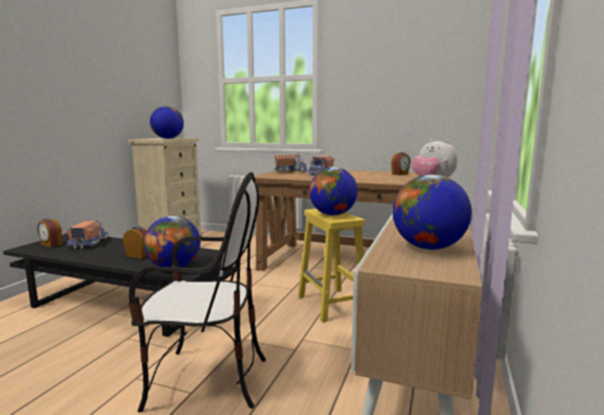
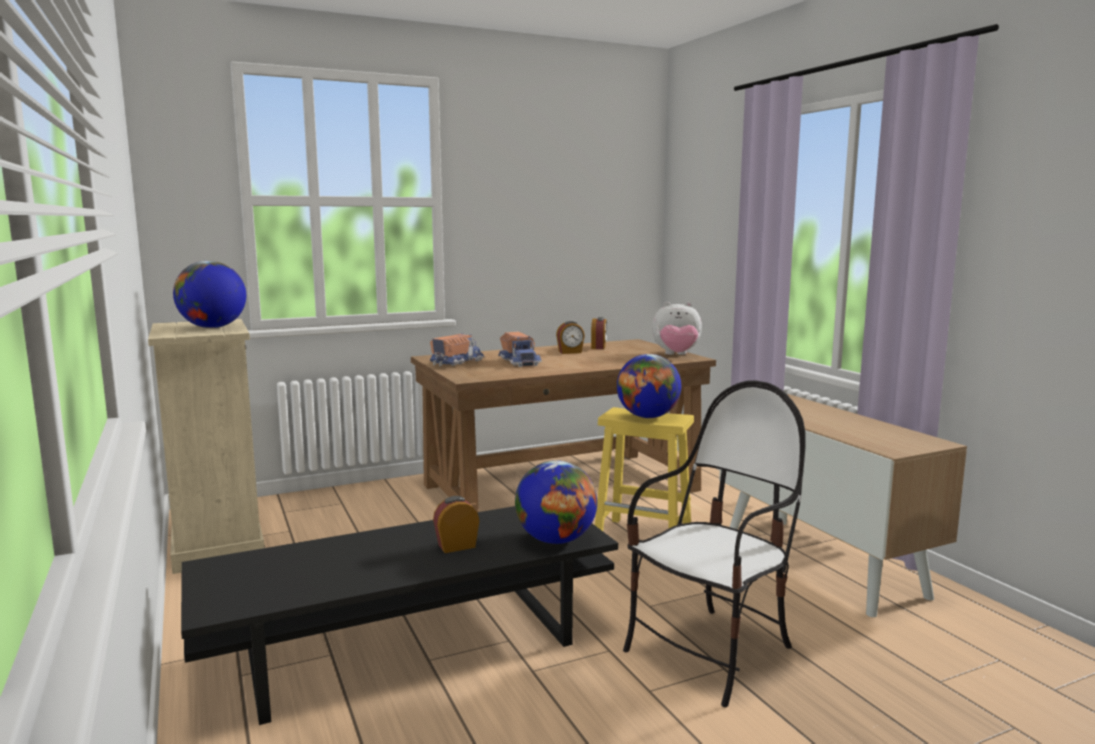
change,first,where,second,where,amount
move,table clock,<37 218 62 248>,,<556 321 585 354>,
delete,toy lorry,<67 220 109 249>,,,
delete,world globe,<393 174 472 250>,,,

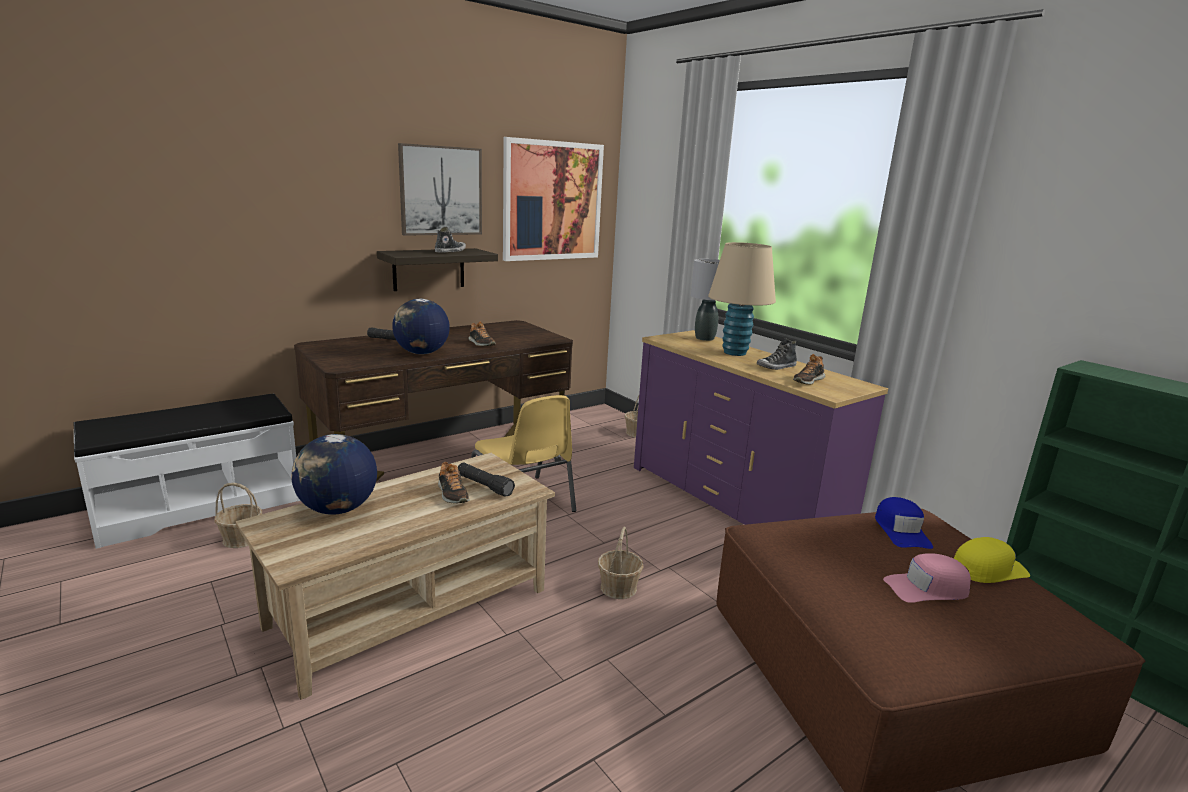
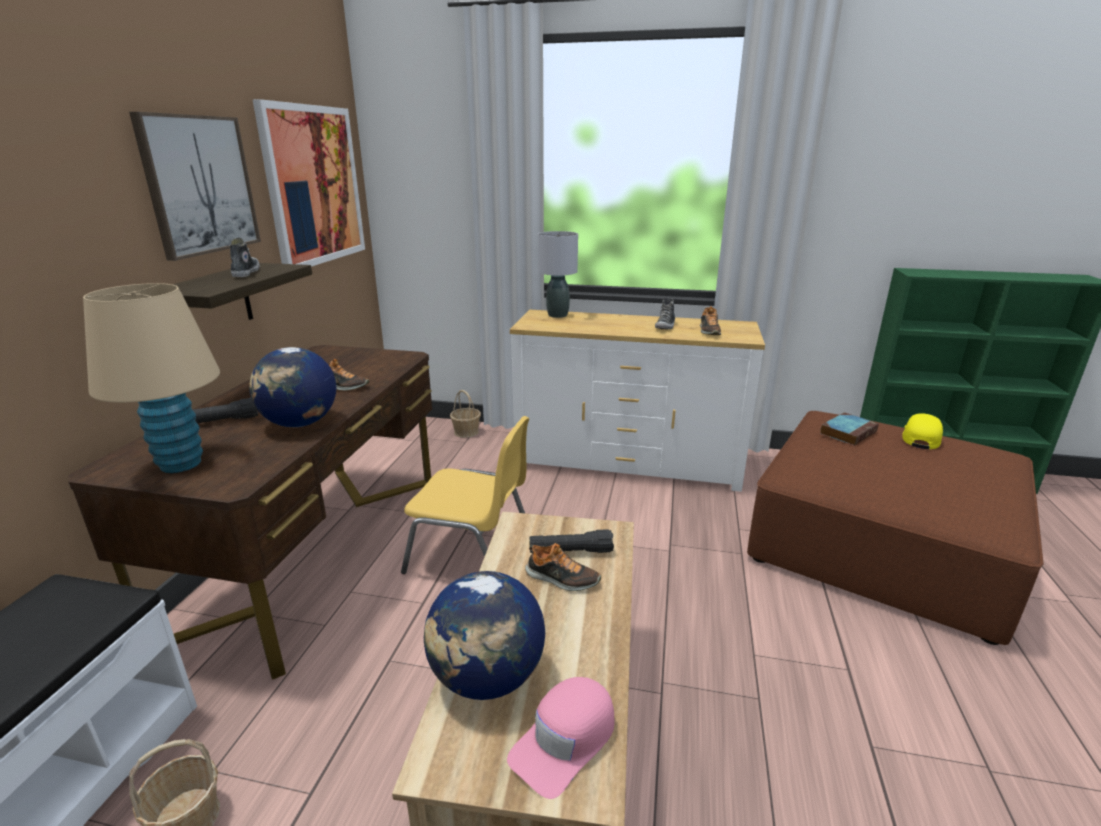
change,first,where,second,where,amount
delete,basket,<598 526 643 599>,,,
recolor,chest of drawers (purple-coloured),<634 330 888 525>,chest of drawers (white-coloured),<510 310 765 492>,
move,lamp for a table (beige),<708 242 776 356>,,<83 283 220 473>,
replace,baseball cap (blue),<875 497 933 549>,bound book,<820 412 879 446>,
move,baseball cap (pinkish),<883 553 971 603>,,<507 677 615 799>,

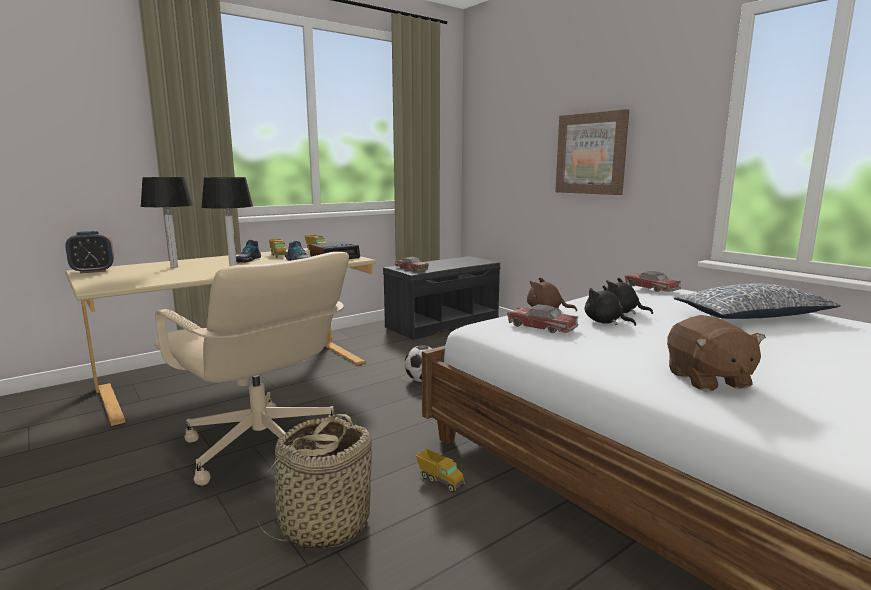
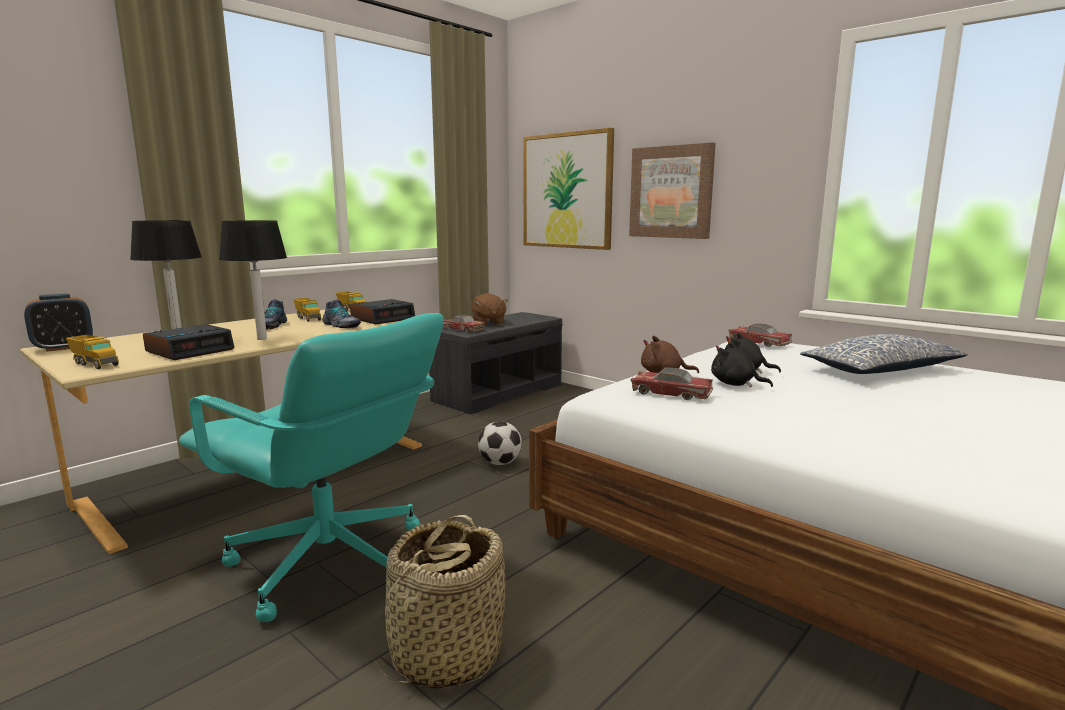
change,first,where,second,where,amount
recolor,office chair (beige),<154 252 349 485>,office chair (blue-green),<179 313 444 622>,
move,toy lorry,<416 449 465 493>,,<66 335 119 369>,
move,plush toy (brown),<667 315 766 391>,,<472 293 508 326>,
insert,,,table clock,<143 324 235 360>,
insert,,,wall picture,<523 128 614 250>,

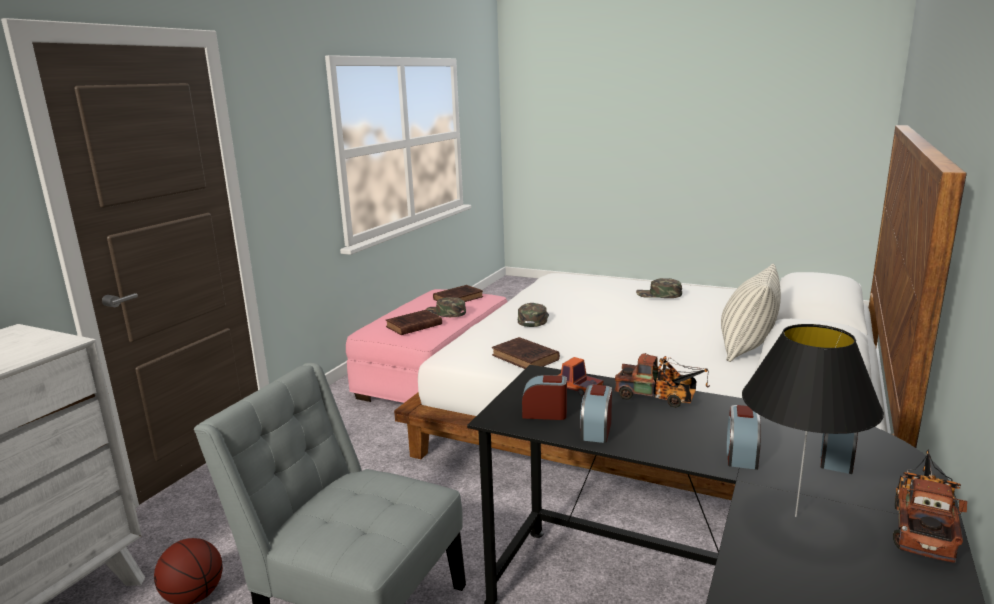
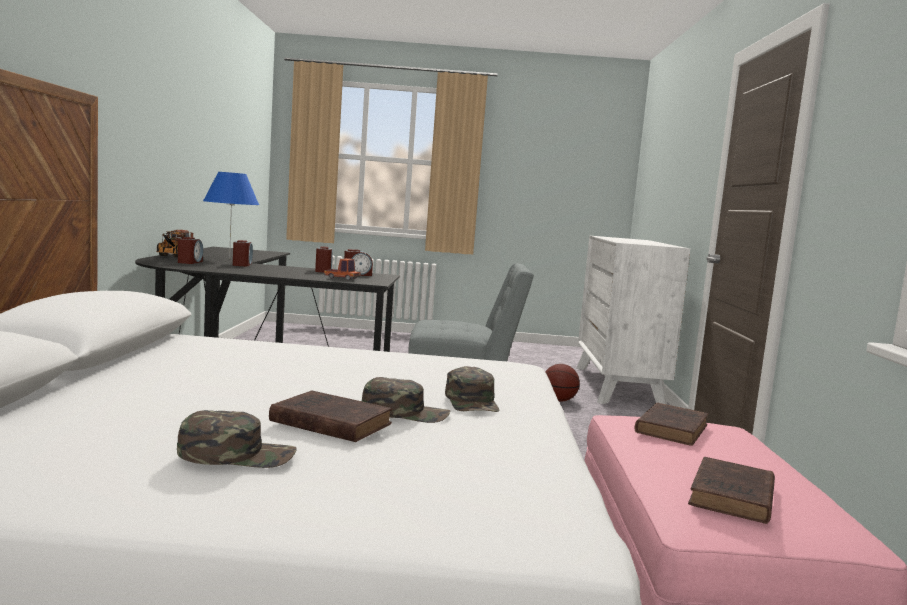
change,first,where,second,where,amount
move,baseball cap (green-coloured),<426 297 466 317>,,<361 377 450 423>,
move,bound book (brown),<492 337 560 369>,,<269 391 392 442>,
delete,toy lorry,<615 353 710 408>,,,
delete,pillow,<721 264 781 362>,,,
recolor,lamp for a table (black-coloured),<742 324 884 517>,lamp for a table (blue),<203 172 259 259>,

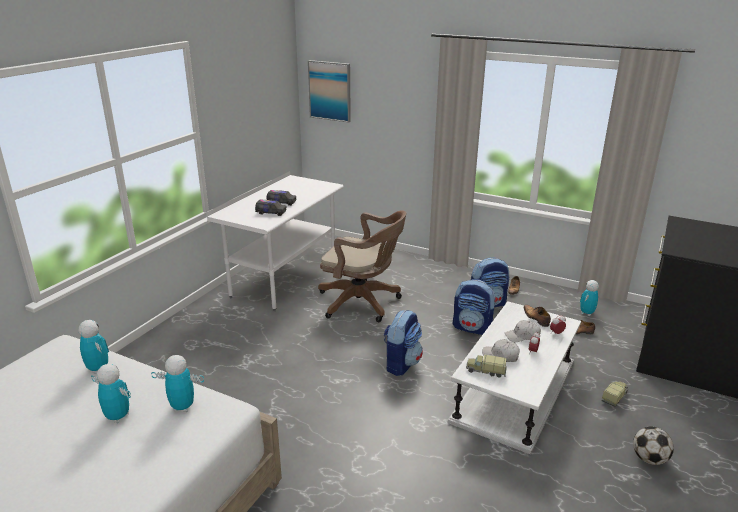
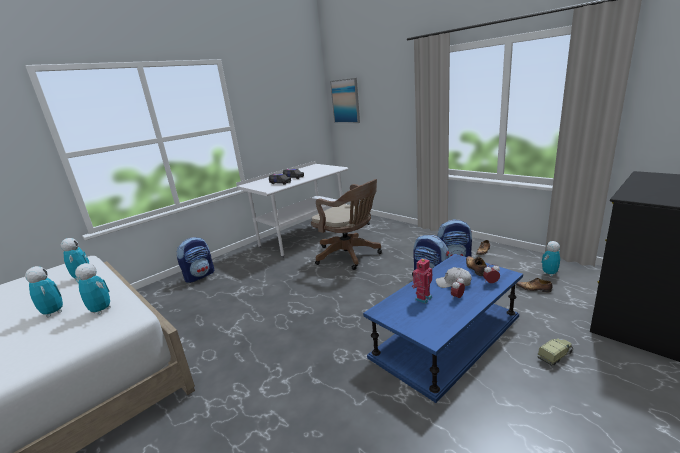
change,first,where,second,where,amount
move,backpack,<383 310 423 376>,,<176 237 214 283>,
recolor,low table (white-coloured),<448 301 581 455>,low table (blue),<363 254 523 403>,
delete,toy lorry,<466 354 507 378>,,,
replace,baseball cap (white-coloured),<482 339 520 362>,robot figure,<412 259 433 304>,
delete,football ball,<633 427 674 465>,,,

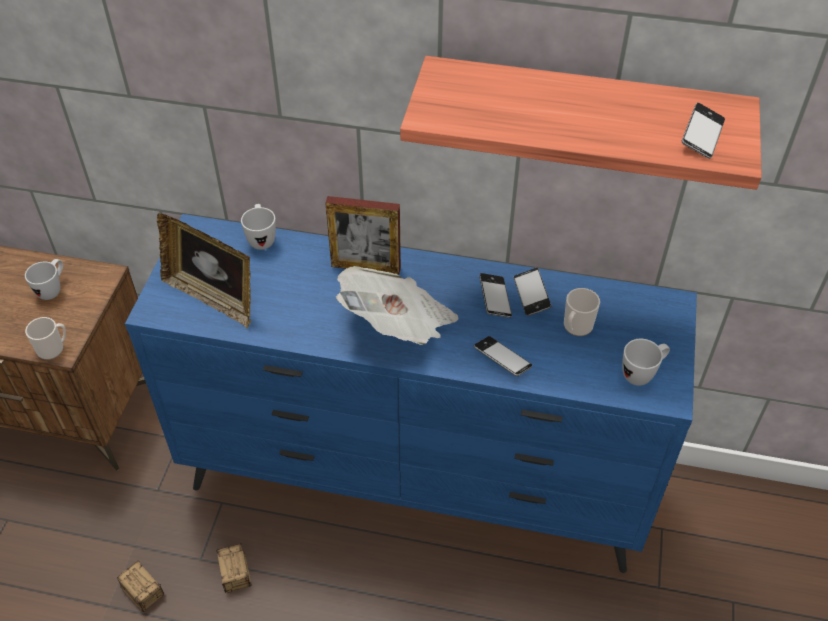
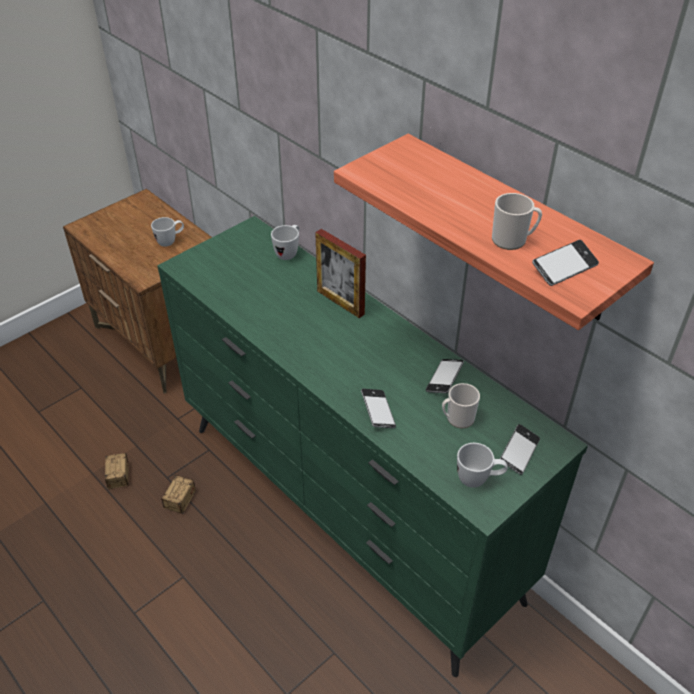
change,first,where,second,where,amount
move,tea mug,<25 317 66 360>,,<492 193 542 250>,
recolor,chest of drawers (blue),<125 214 697 573>,chest of drawers (green-coloured),<157 216 588 677>,
delete,standing frame,<157 213 251 328>,,,
delete,printed paper,<336 266 459 345>,,,
move,handset,<479 273 512 318>,,<500 424 540 475>,

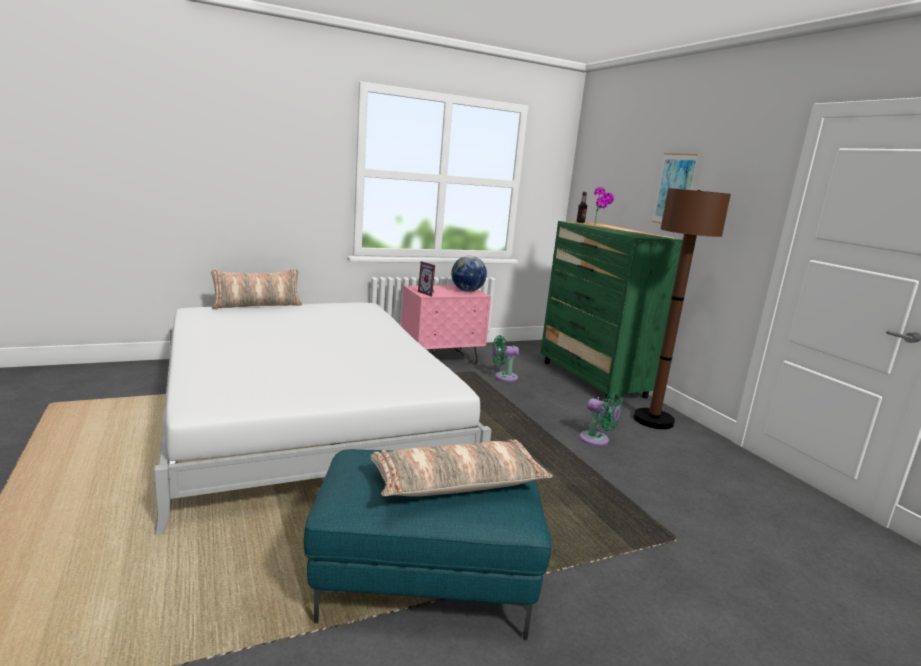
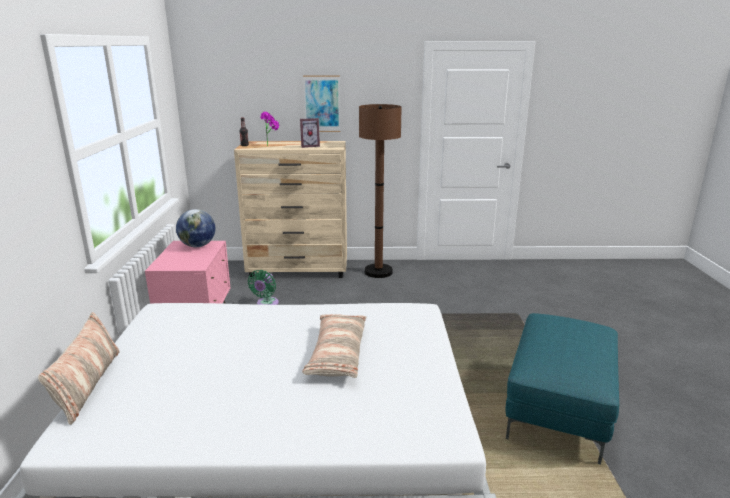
change,first,where,second,where,amount
move,pillow,<370 440 553 497>,,<302 314 366 378>,
move,standing frame,<418 261 435 296>,,<300 118 320 148>,
recolor,chest of drawers (green-coloured),<540 221 683 402>,chest of drawers (beige),<234 141 347 278>,
delete,fan (green-coloured),<579 392 624 446>,,,

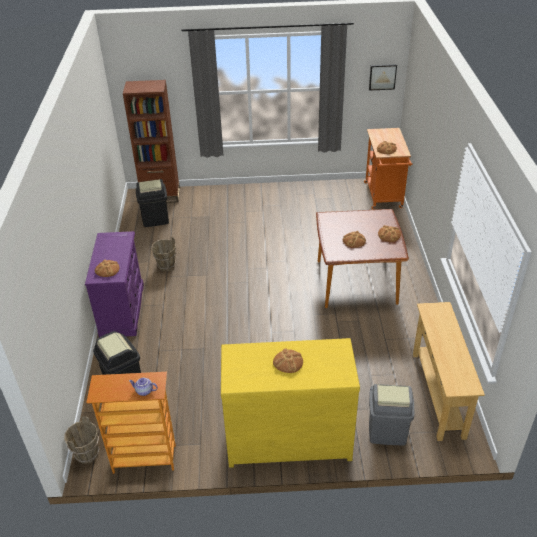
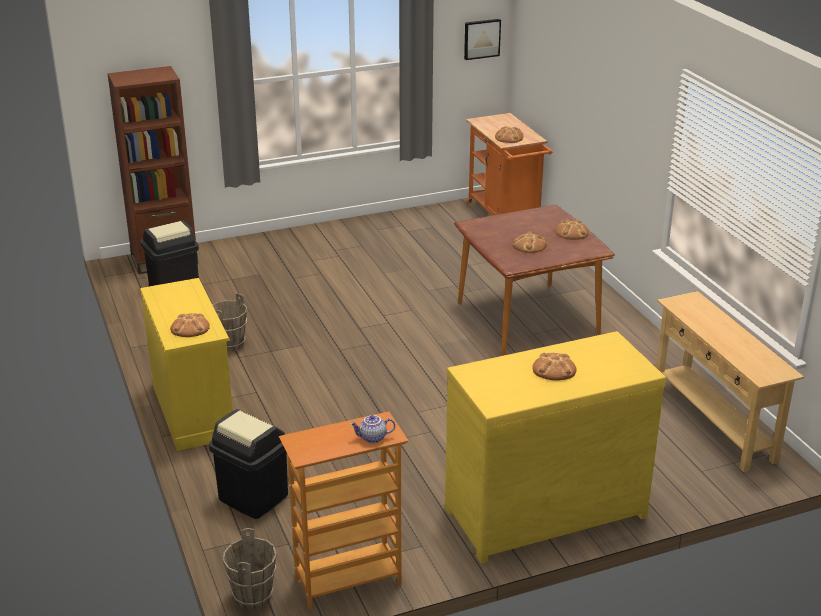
change,first,where,second,where,amount
recolor,chest of drawers (purple-coloured),<85 231 144 337>,chest of drawers (yellow),<140 278 233 451>,
delete,trash can (grey),<369 384 414 445>,,,

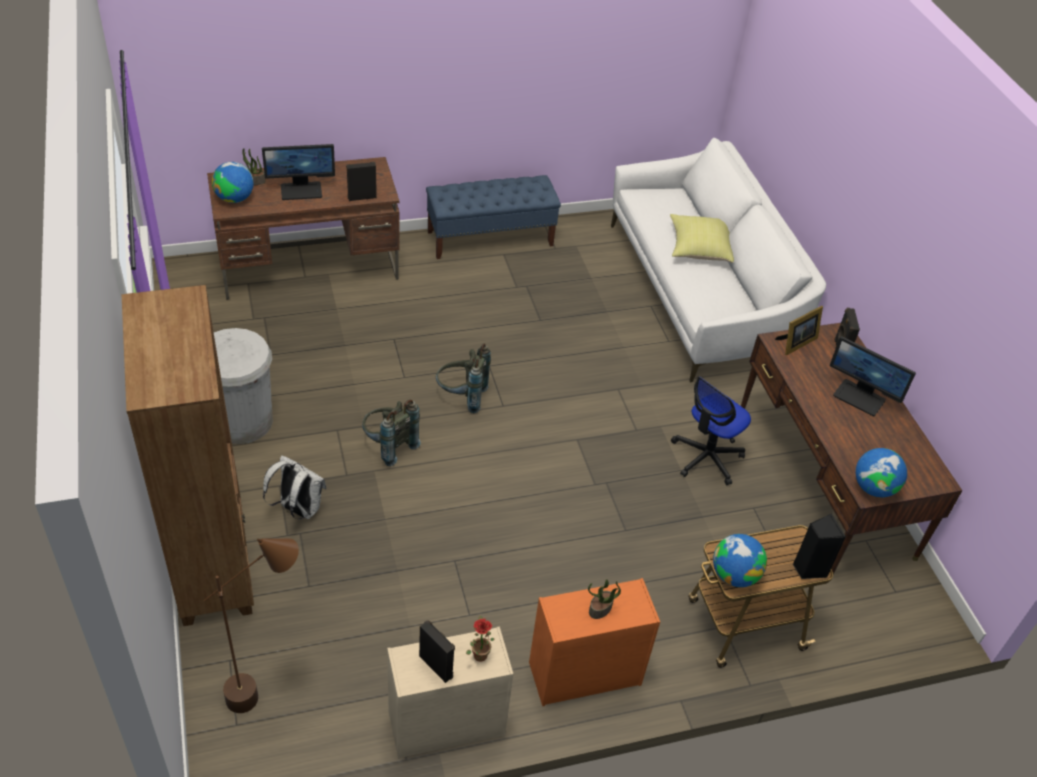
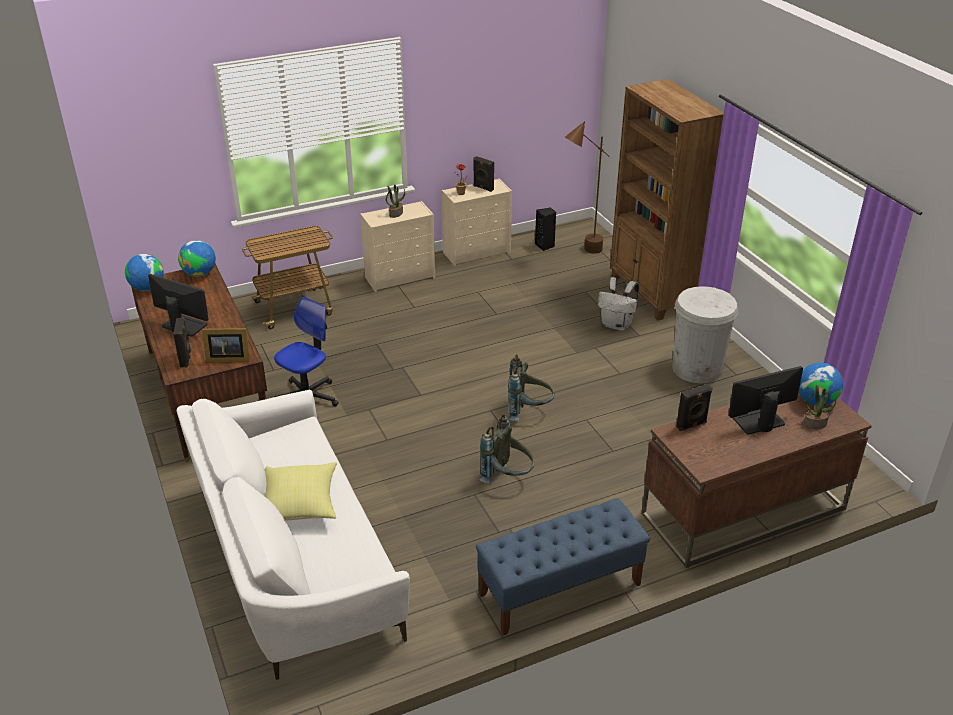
change,first,where,second,where,amount
move,backpack (grey),<362 400 421 466>,,<479 414 534 483>,
recolor,chest of drawers (orange),<529 578 660 706>,chest of drawers (beige),<360 201 435 292>,
move,world globe,<713 534 767 587>,,<125 254 164 291>,
rotate,standing frame,<775 306 823 355>,,<202 328 250 362>,135 degrees counterclockwise
move,speaker (black-coloured),<793 514 846 579>,,<535 208 556 251>,

